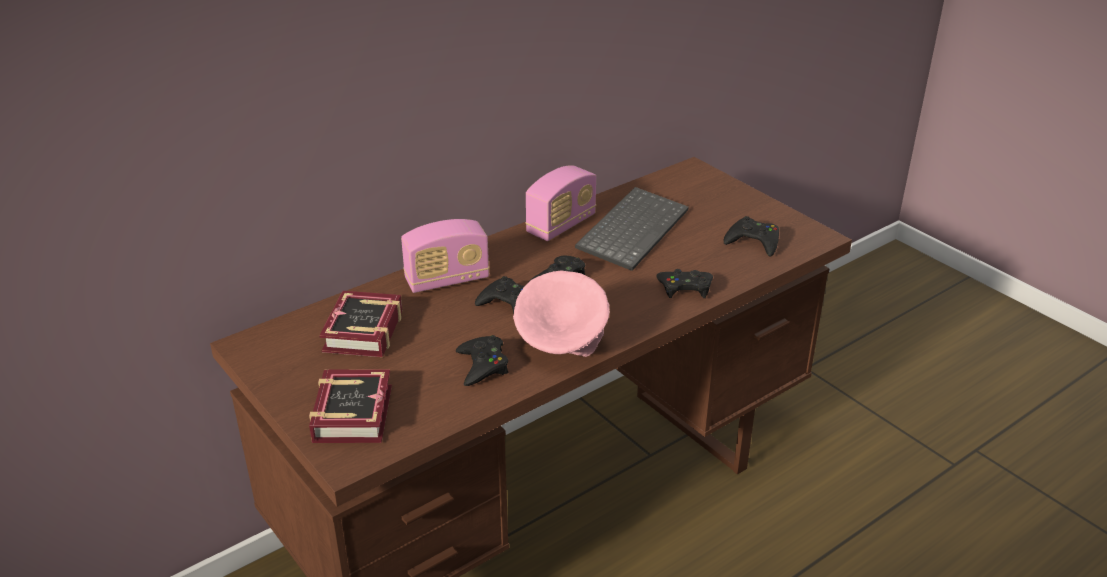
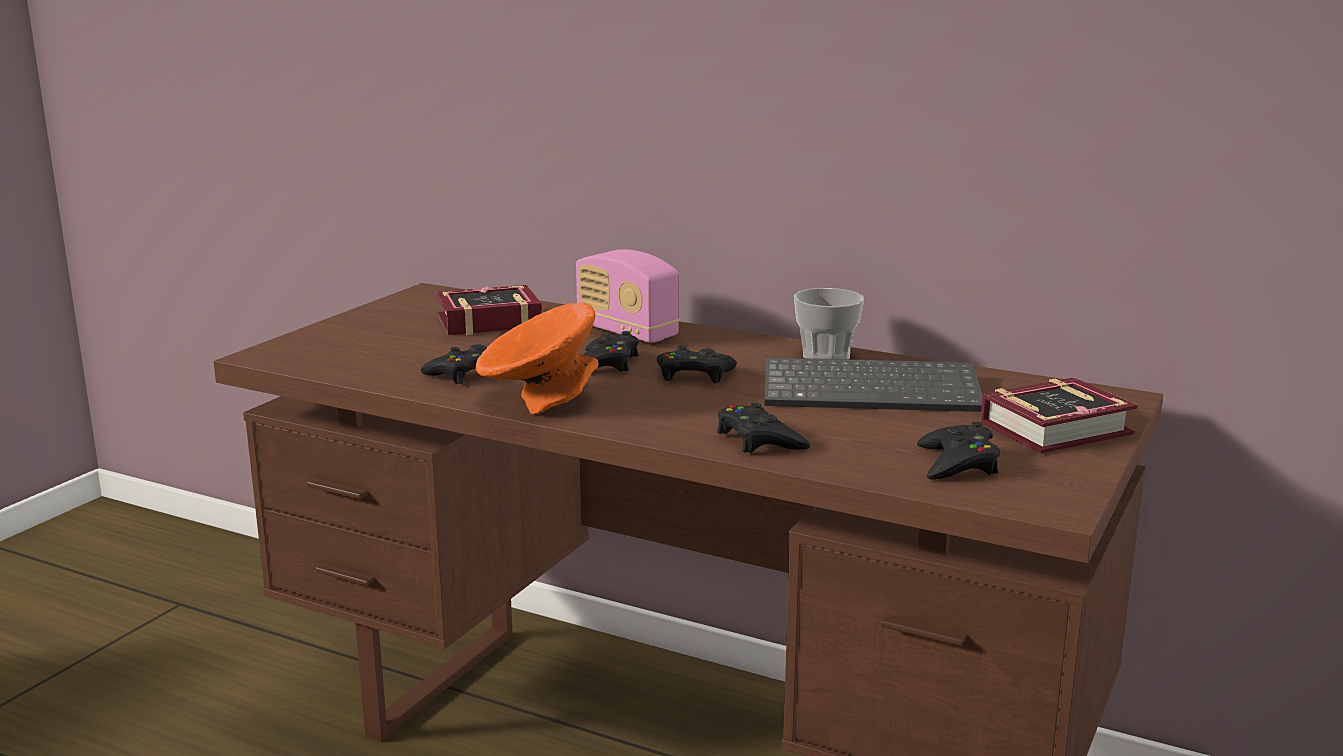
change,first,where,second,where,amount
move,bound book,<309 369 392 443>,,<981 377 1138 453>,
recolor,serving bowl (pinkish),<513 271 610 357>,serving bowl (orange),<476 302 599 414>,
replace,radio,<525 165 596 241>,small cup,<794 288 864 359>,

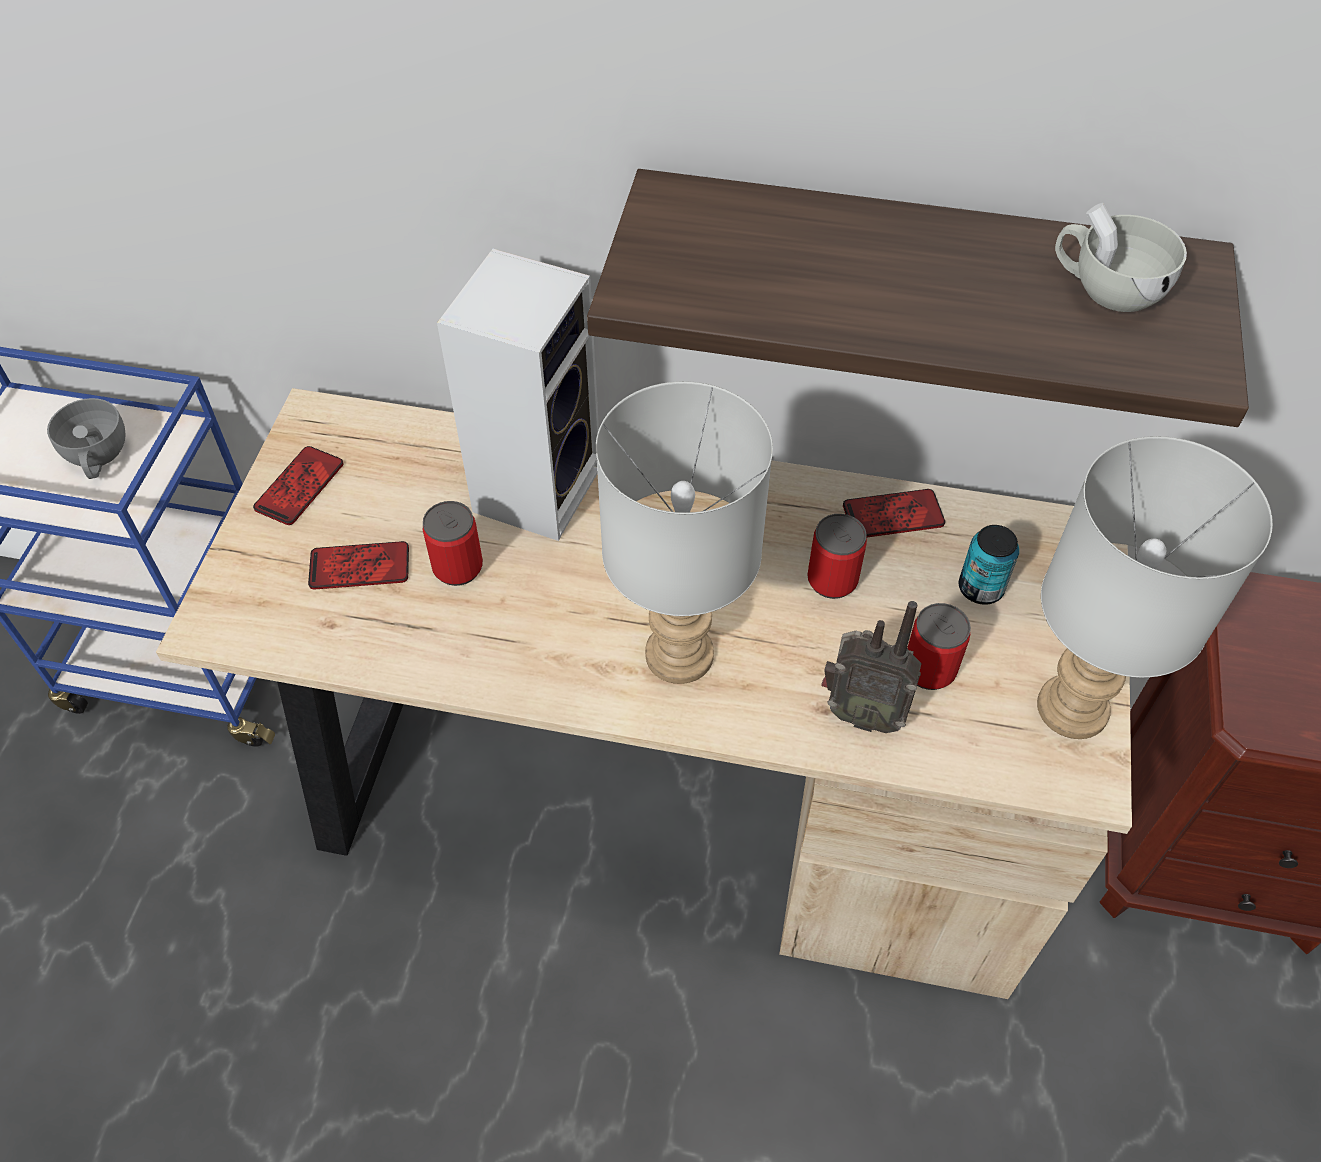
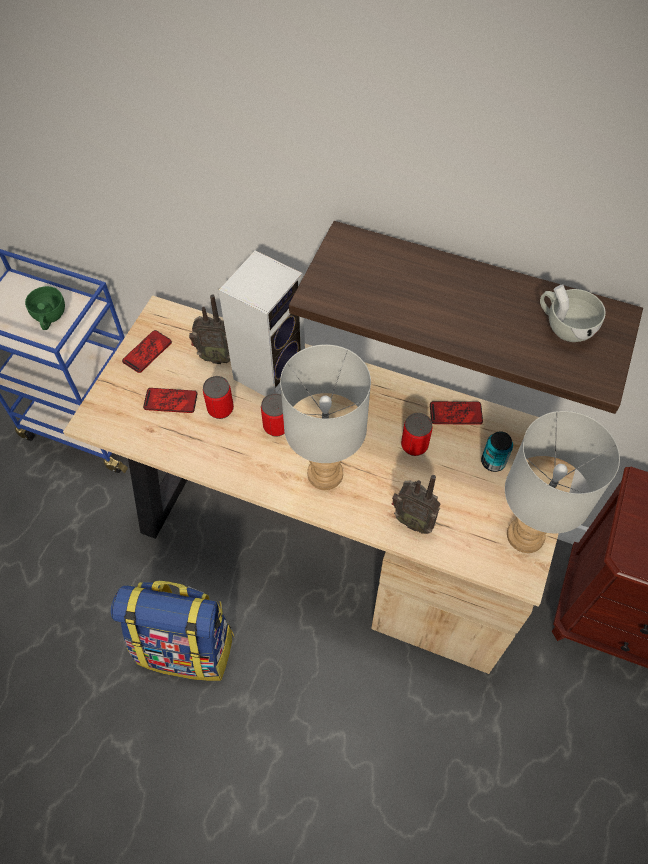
change,first,where,second,where,amount
recolor,small cup (grey),<47 398 126 479>,small cup (green-coloured),<25 286 65 330>,
move,sealed can,<907 603 971 690>,,<261 393 285 437>,
insert,,,backpack,<110 581 234 681>,
insert,,,radio,<189 294 230 364>,

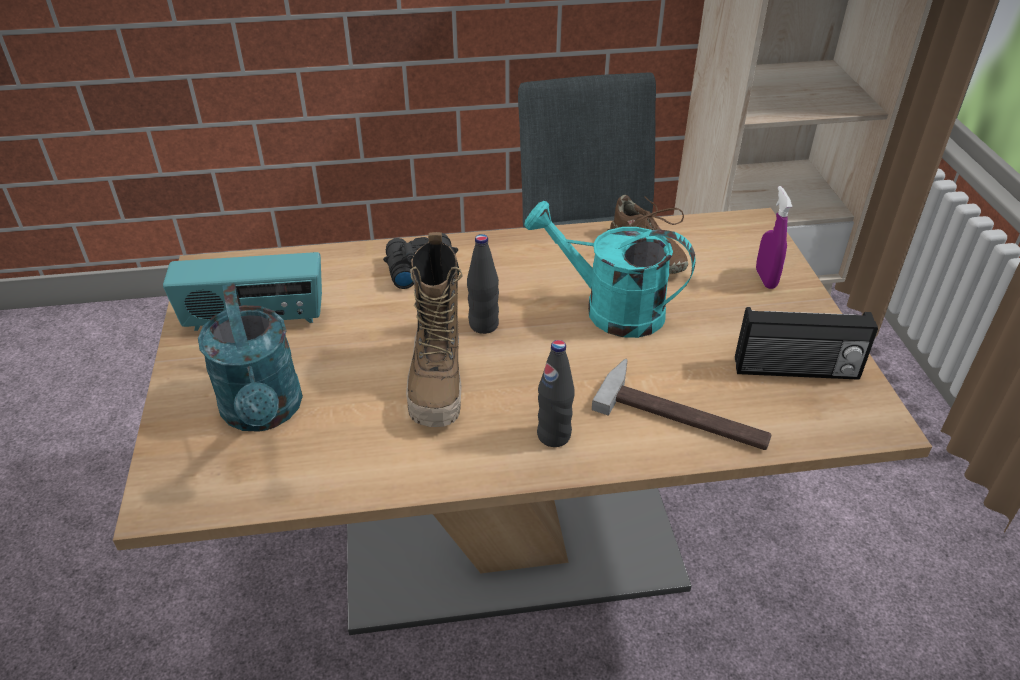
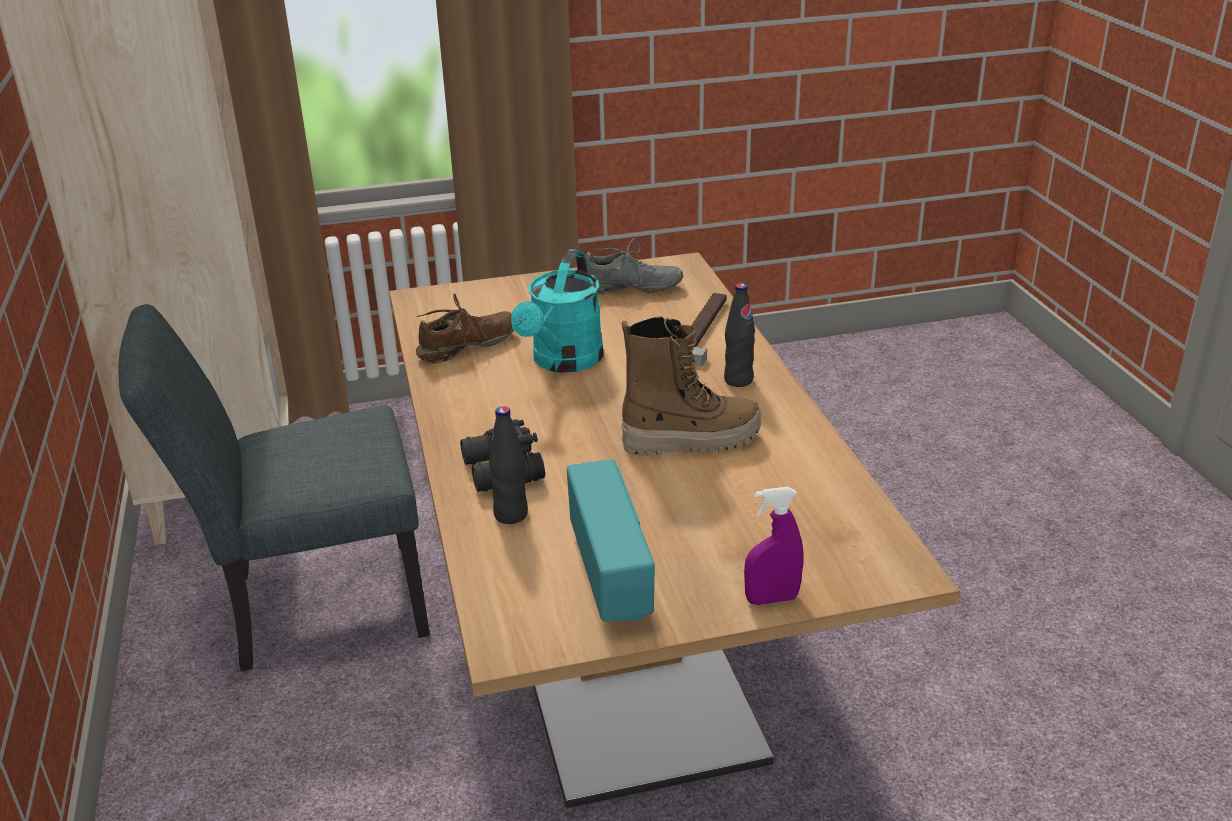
change,first,where,second,where,amount
delete,sprinkling can (blue-green),<198 283 303 432>,,,
move,drink bottle (black-coloured),<467 234 499 334>,,<489 406 528 524>,
replace,radio,<735 307 878 380>,shoe (grey),<585 238 683 294>,
move,hand sprayer (purple-coloured),<756 186 792 289>,,<744 487 803 605>,

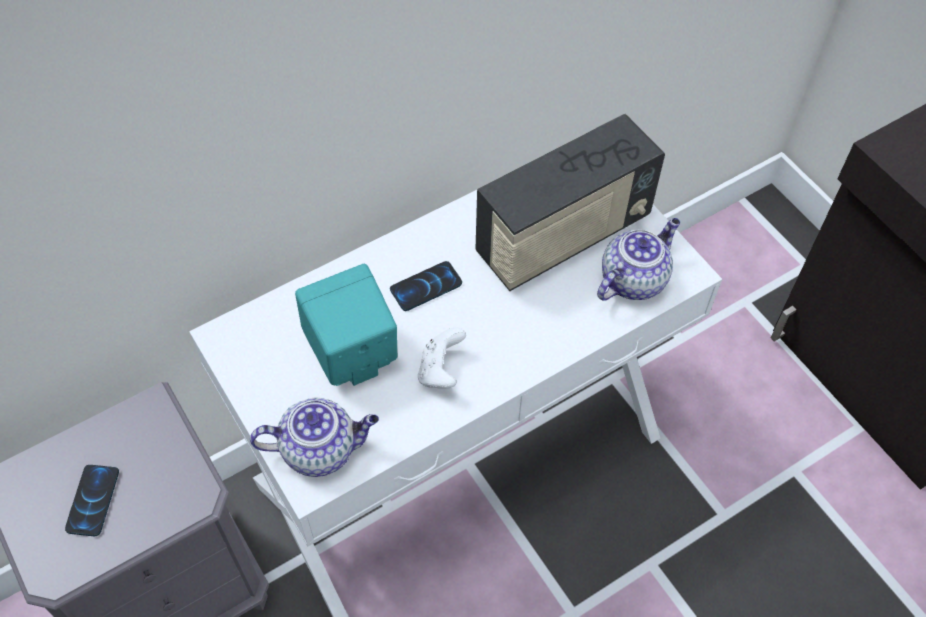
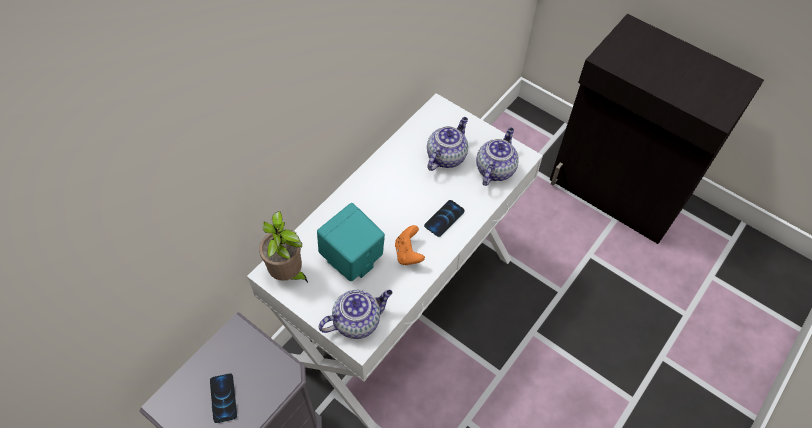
change,first,where,second,where,amount
move,handset,<390 261 462 311>,,<424 200 465 237>,
recolor,joypad (white-coloured),<418 328 466 389>,joypad (orange),<395 225 425 265>,
replace,radio,<475 114 665 291>,teapot,<427 117 468 171>,
insert,,,potted plant,<259 211 308 283>,

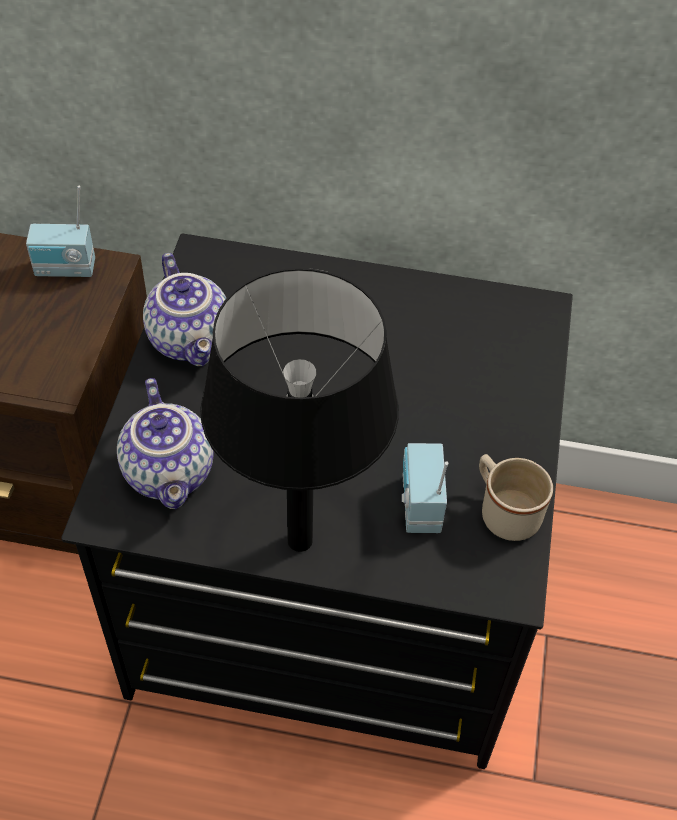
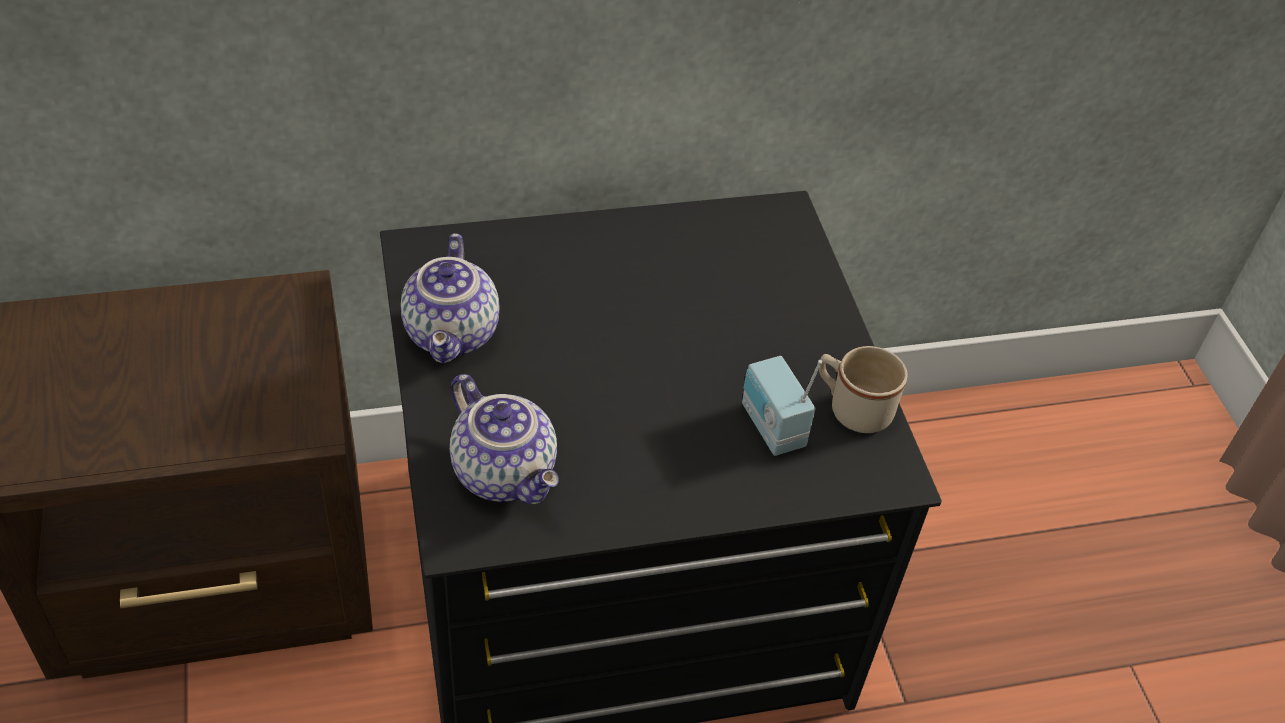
change,first,where,second,where,amount
delete,radio,<26 186 95 277>,,,
rotate,teapot,<143 253 226 366>,,<401 233 499 363>,45 degrees clockwise
delete,lamp for a table (black-coloured),<200 268 399 552>,,,

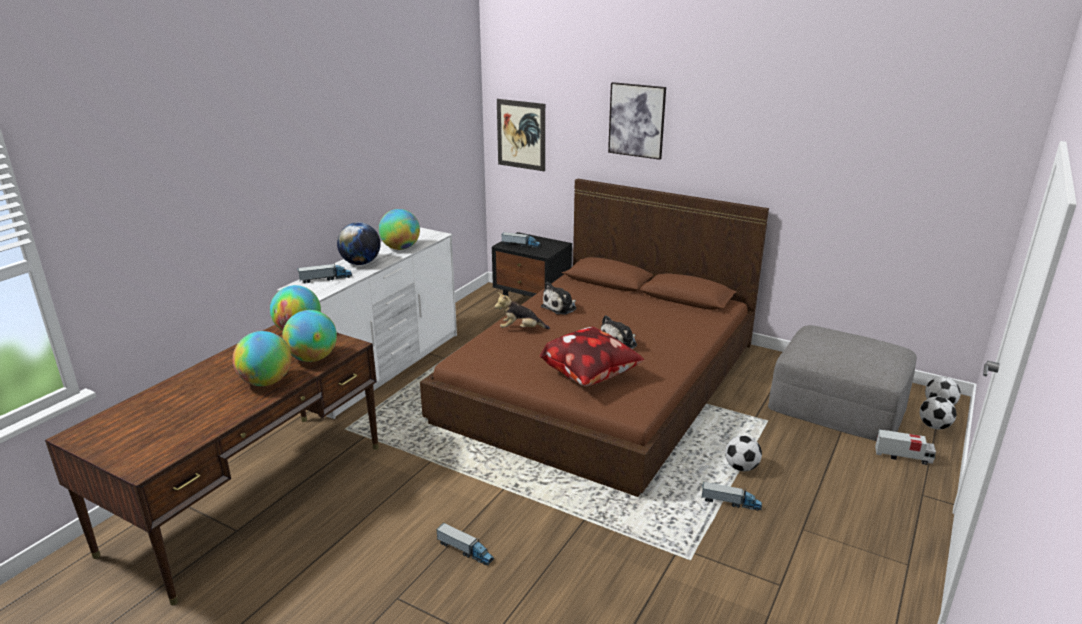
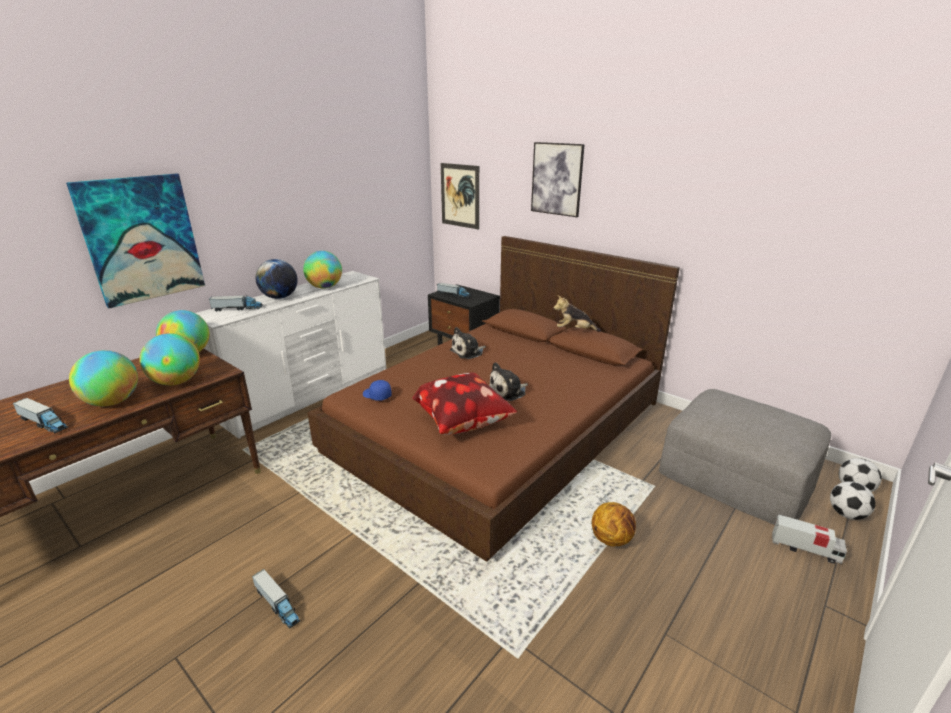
change,first,where,second,where,amount
move,plush toy,<495 292 550 329>,,<554 295 601 332>,
move,toy lorry,<702 482 762 511>,,<12 398 68 433>,
replace,football ball,<725 435 762 471>,basketball ball,<592 502 636 547>,
insert,,,wall picture,<66 174 205 308>,
insert,,,baseball cap (blue),<363 380 392 401>,

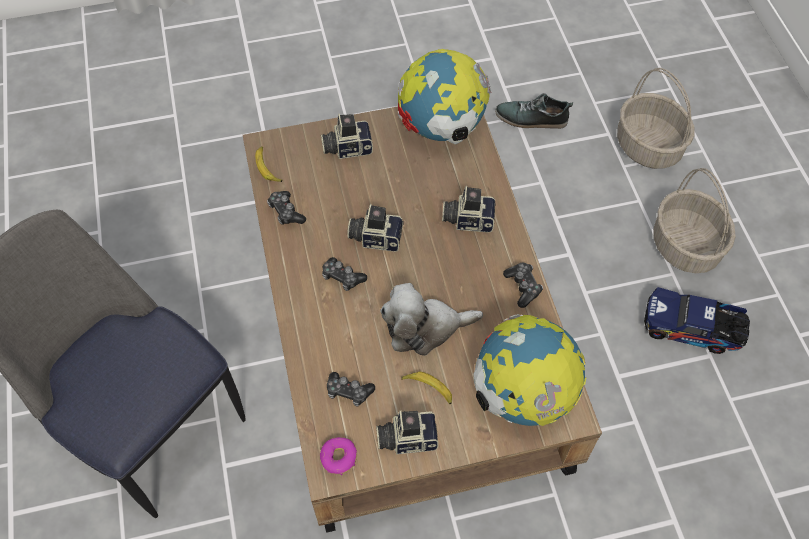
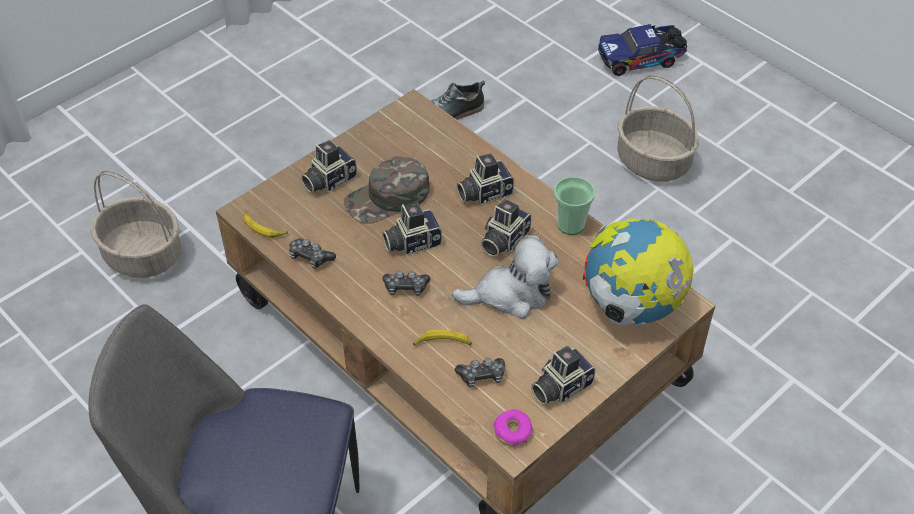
change,first,where,second,where,amount
rotate,plush toy,<380 283 483 356>,,<452 235 559 319>,150 degrees counterclockwise
delete,world globe,<398 49 491 145>,,,
move,banana,<402 371 452 404>,,<413 330 472 346>,
replace,joypad,<503 263 543 308>,small cup,<554 177 595 235>,
move,basket,<617 68 694 169>,,<90 170 181 278>,
move,toy lorry,<644 287 750 354>,,<598 24 687 76>,
insert,,,baseball cap (green-coloured),<344 156 430 224>,
insert,,,still camera,<481 199 532 257>,

